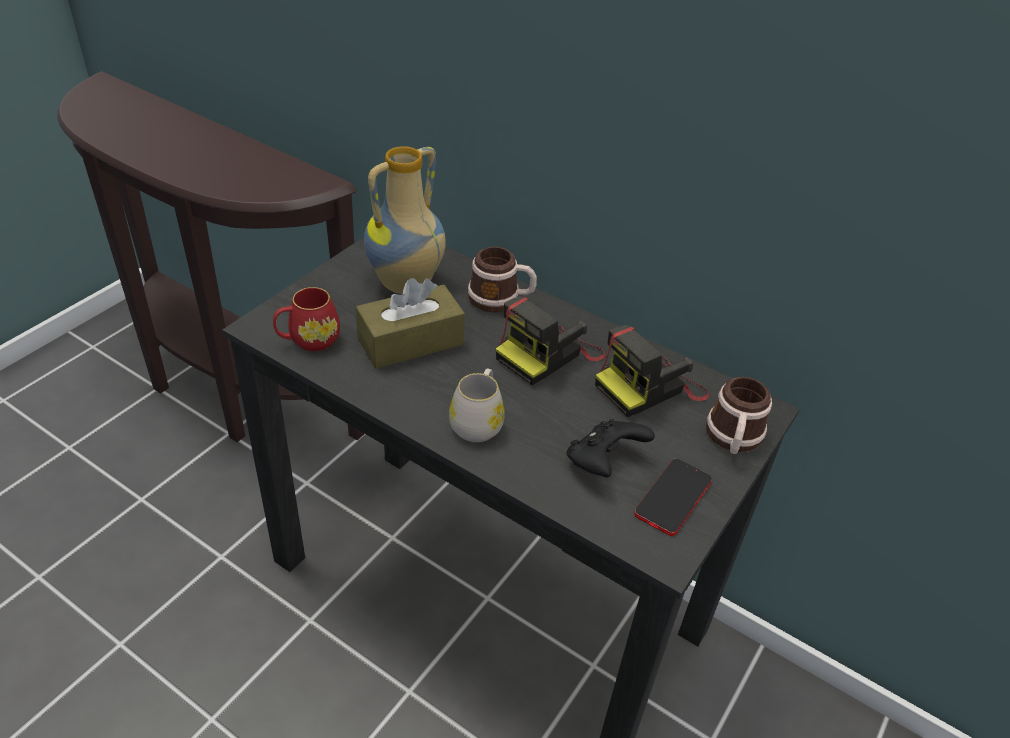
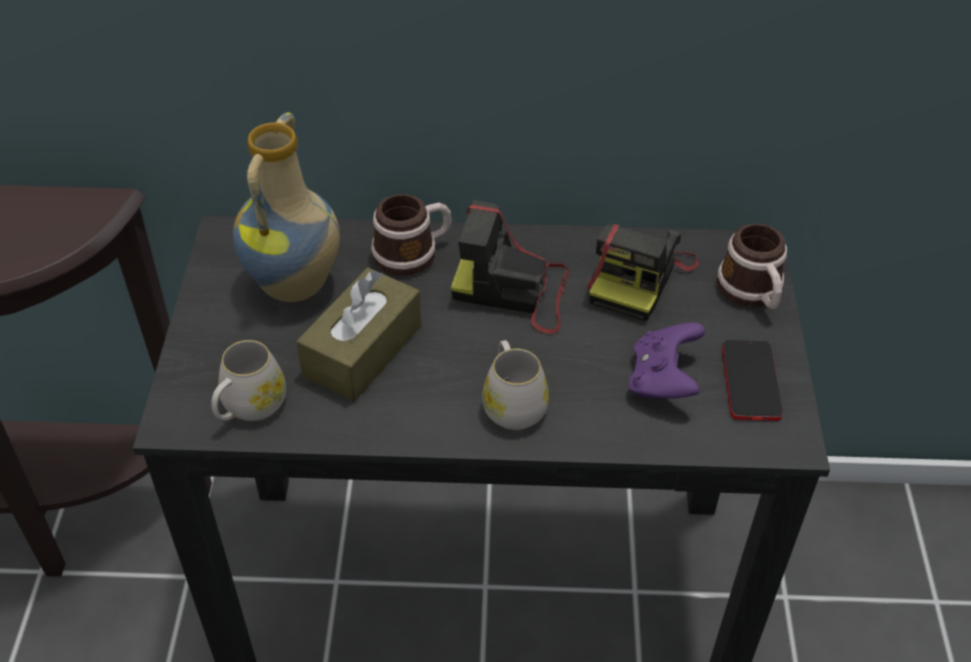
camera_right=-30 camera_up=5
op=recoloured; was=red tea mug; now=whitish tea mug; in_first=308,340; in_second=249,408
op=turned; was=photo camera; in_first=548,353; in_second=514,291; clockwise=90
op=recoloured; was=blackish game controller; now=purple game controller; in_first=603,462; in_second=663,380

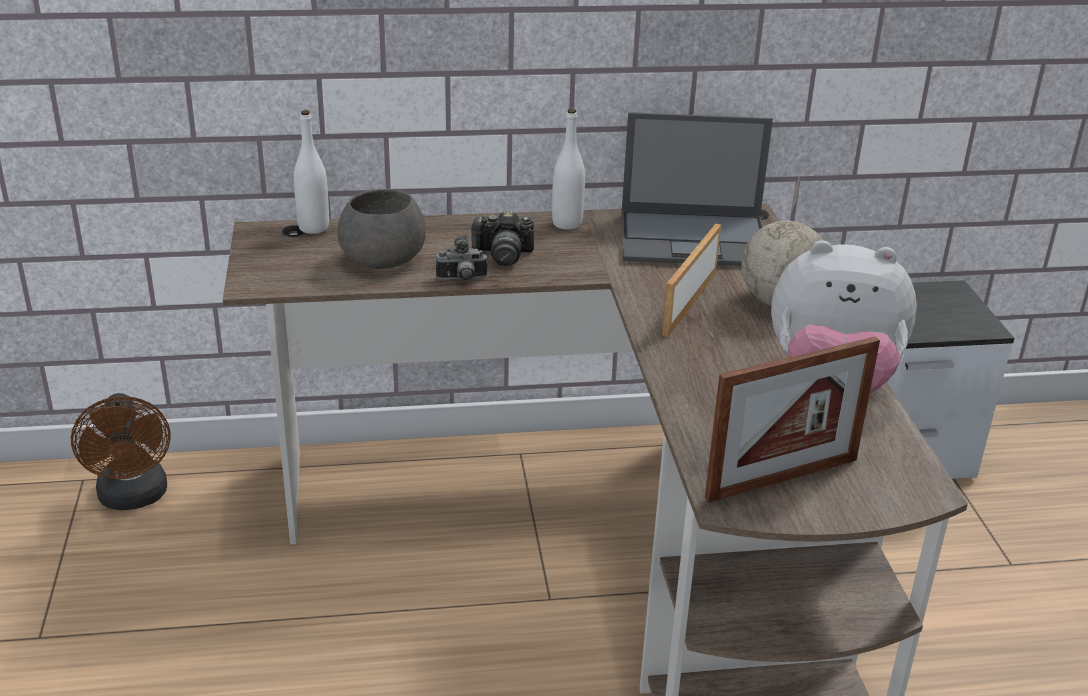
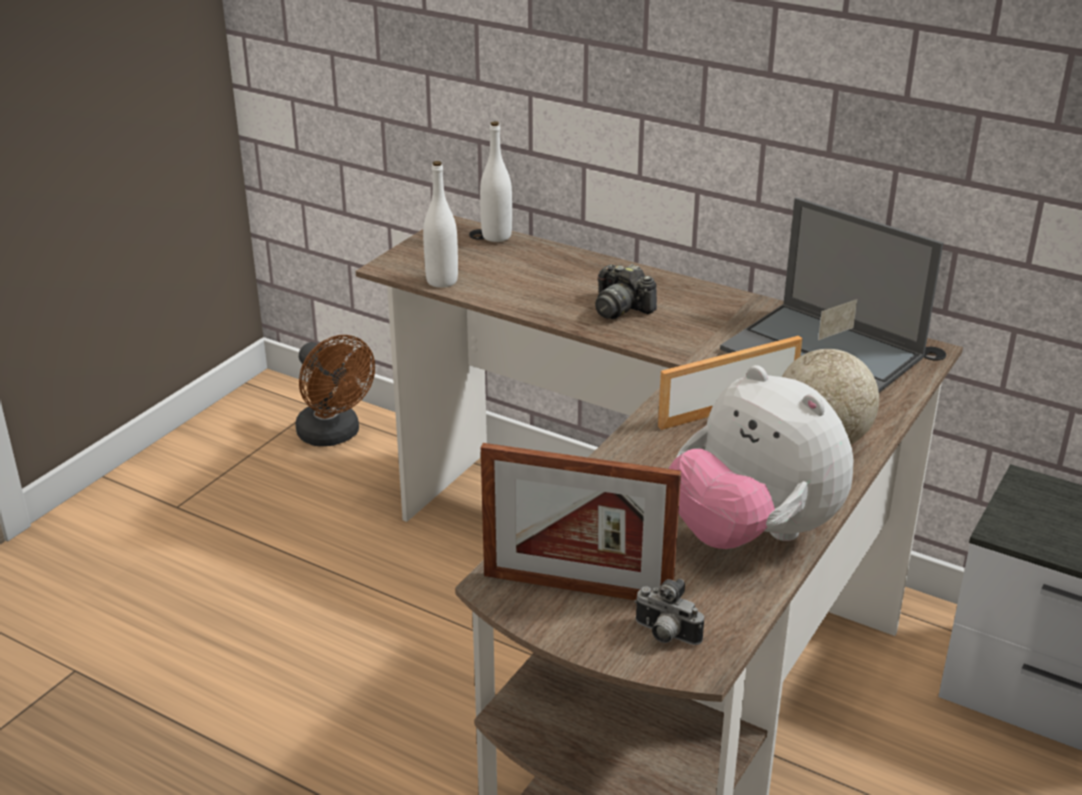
camera_right=40 camera_up=0
op=turned; was=brownish fan; in_first=134,498; in_second=334,435; clockwise=-60
op=removed; was=grey bowl; in_first=384,258
op=moved; was=photo camera; in_first=462,279; in_second=665,635
op=moved; was=whitish drink bottle; in_first=567,223; in_second=442,281

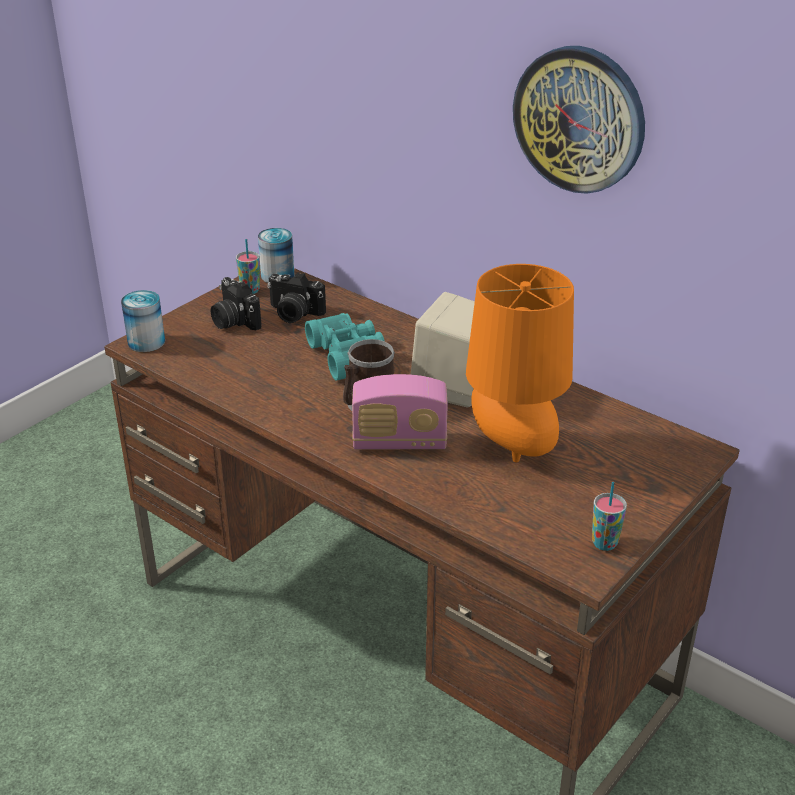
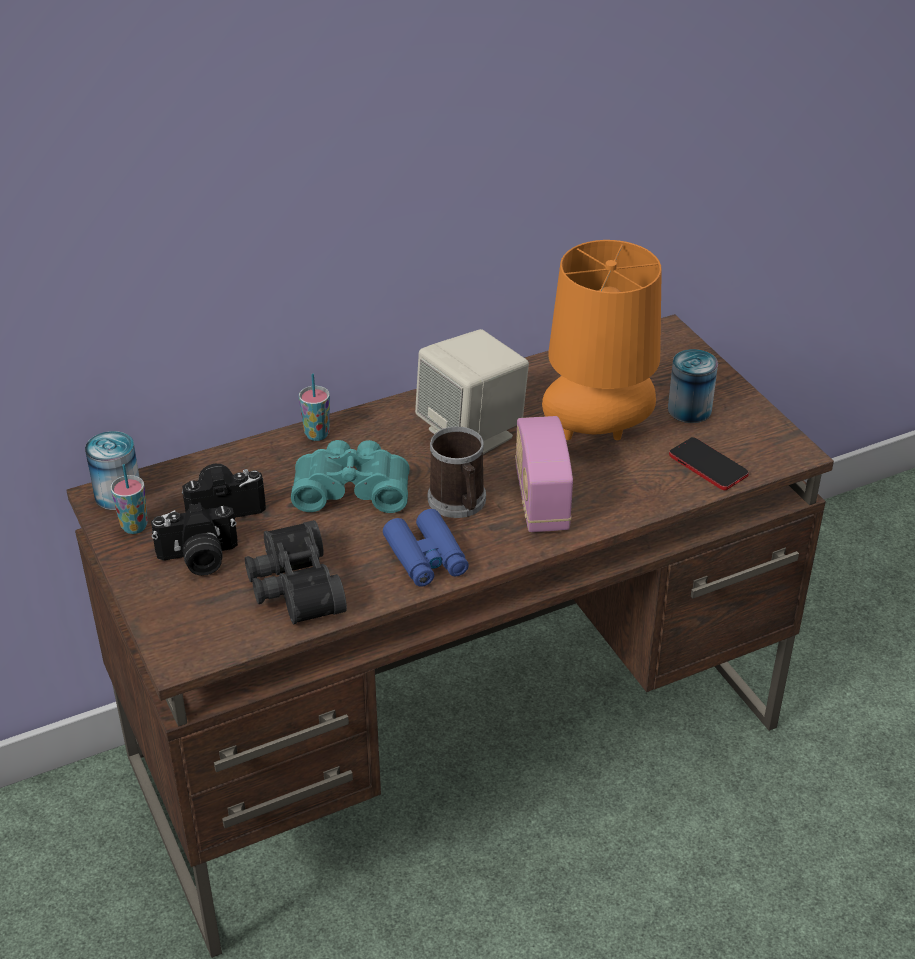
camera_right=-65 camera_up=5
op=moved; was=can; in_first=146,342; in_second=689,409
op=turned; was=photo camera; in_first=294,314; in_second=224,505; clockwise=-150
op=turned; was=radio; in_first=399,442; in_second=541,501; clockwise=150
op=removed; was=hanging clock; in_first=579,119
op=moved; was=drinking cup; in_first=604,543; in_second=317,434
op=added; now=blackish field glasses; in_second=292,587
op=added; now=blue-coloured field glasses; in_second=426,557
op=added; now=telephone; in_second=708,465

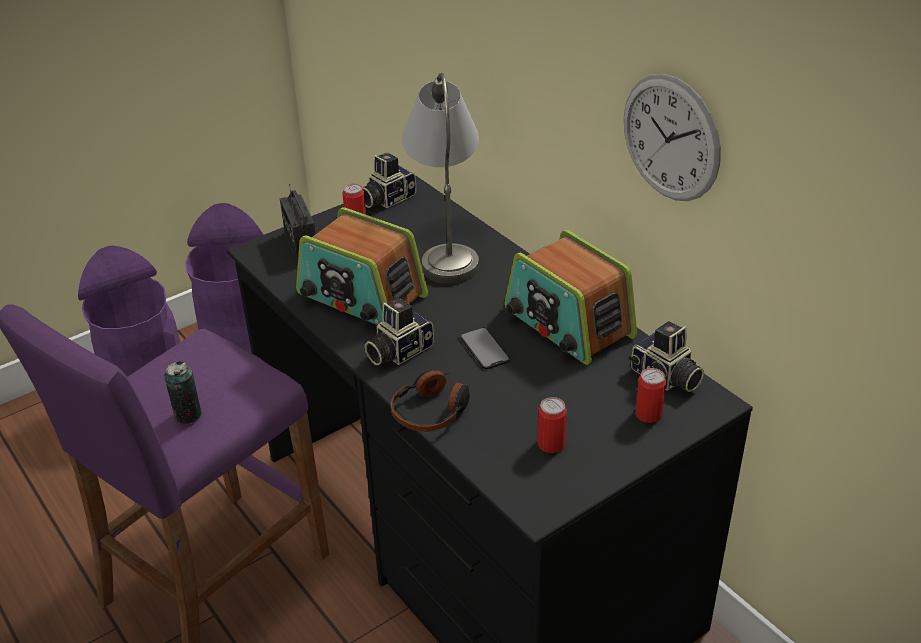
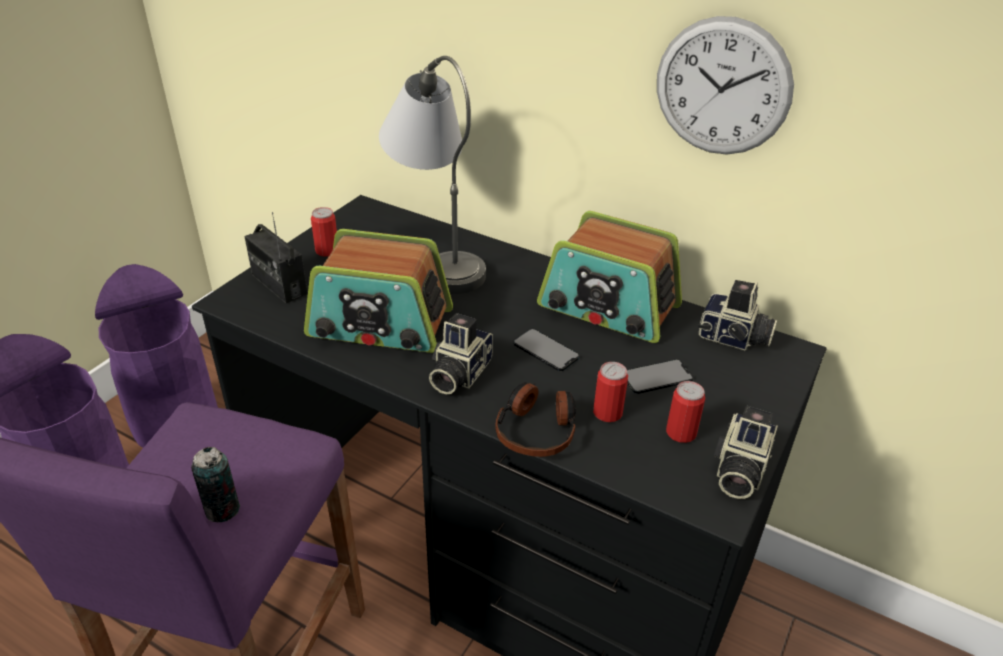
camera_right=-25 camera_up=0
op=moved; was=photo camera; in_first=386,199; in_second=738,470
op=moved; was=can; in_first=648,414; in_second=607,413
op=added; now=telephone; in_second=657,377

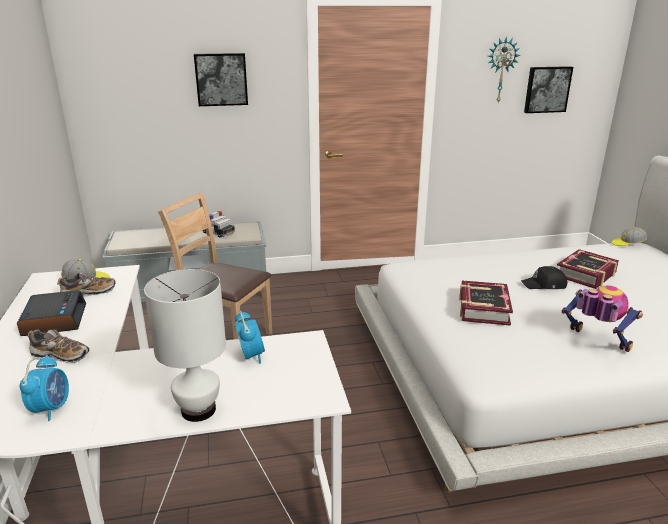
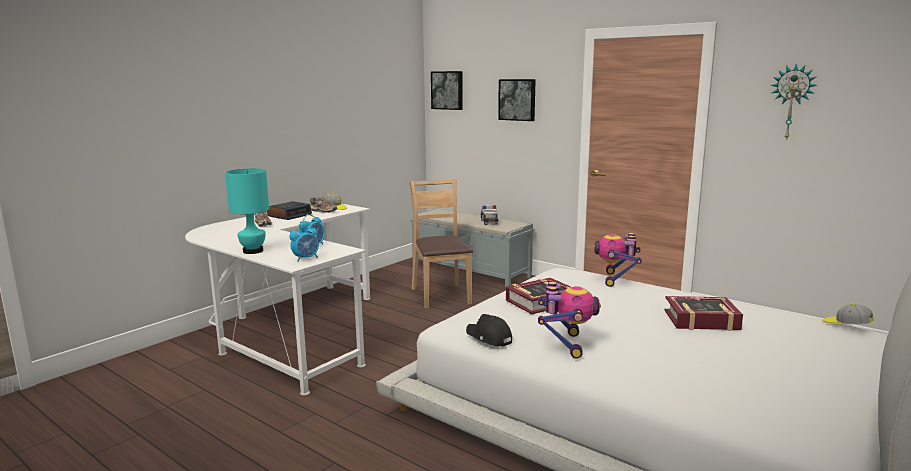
camera_right=50 camera_up=-10
op=moved; was=bedside clock; in_first=51,408; in_second=306,258
op=recoloured; was=whitish table lamp; now=turquoise-coloured table lamp; in_first=199,410; in_second=253,251
op=moved; was=blackish peaked cap; in_first=544,285; in_second=488,337
op=moved; was=picture; in_first=546,89; in_second=447,90
op=added; now=robot figure; in_second=616,280

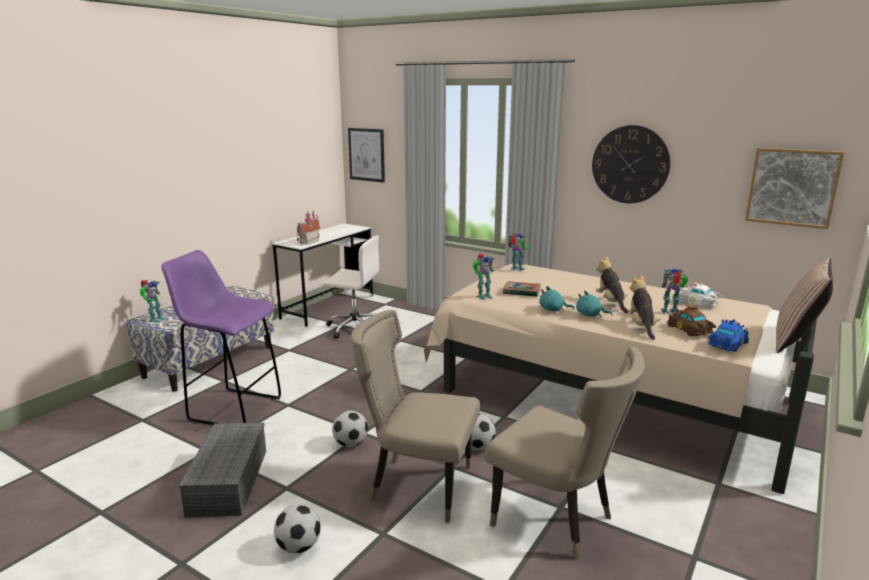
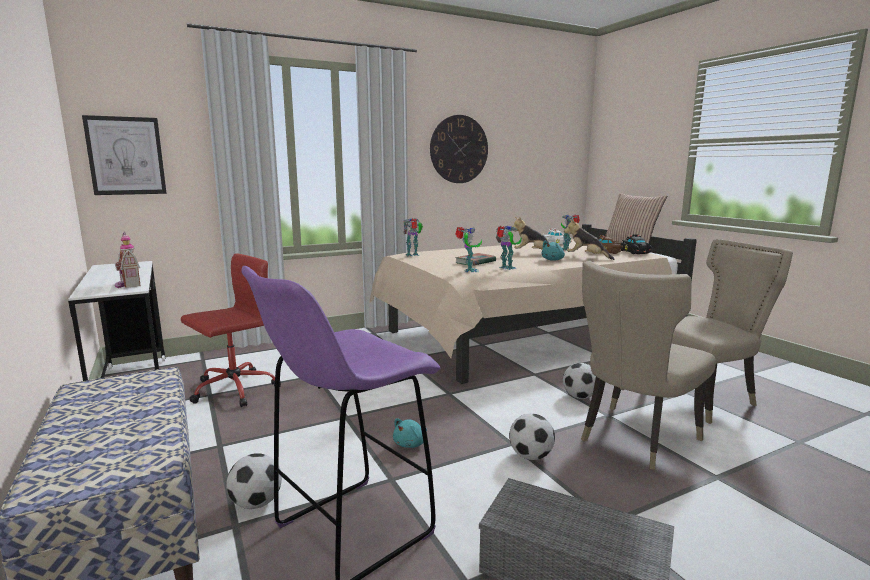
camera_right=-60 camera_up=-5
op=moved; was=robot figure; in_first=155,319; in_second=507,268
op=moved; was=football ball; in_first=298,546; in_second=256,503
op=recoloured; was=whitish computer chair; now=red computer chair; in_first=354,327; in_second=233,389
op=moved; was=turquoise-coloured soft toy; in_first=553,310; in_second=411,444
op=recoloured; was=blue-coloured toy car; now=blackish toy car; in_first=726,344; in_second=634,252
op=removed; was=picture; in_first=792,187

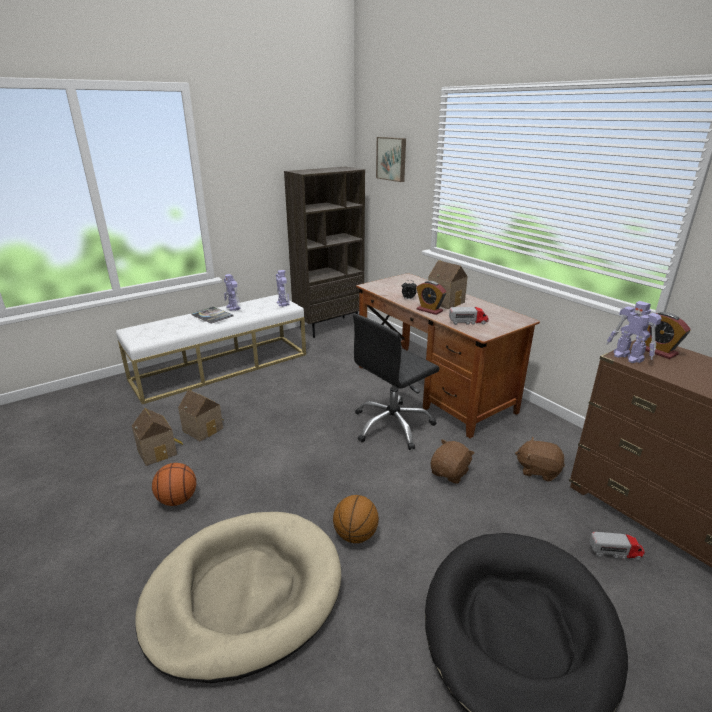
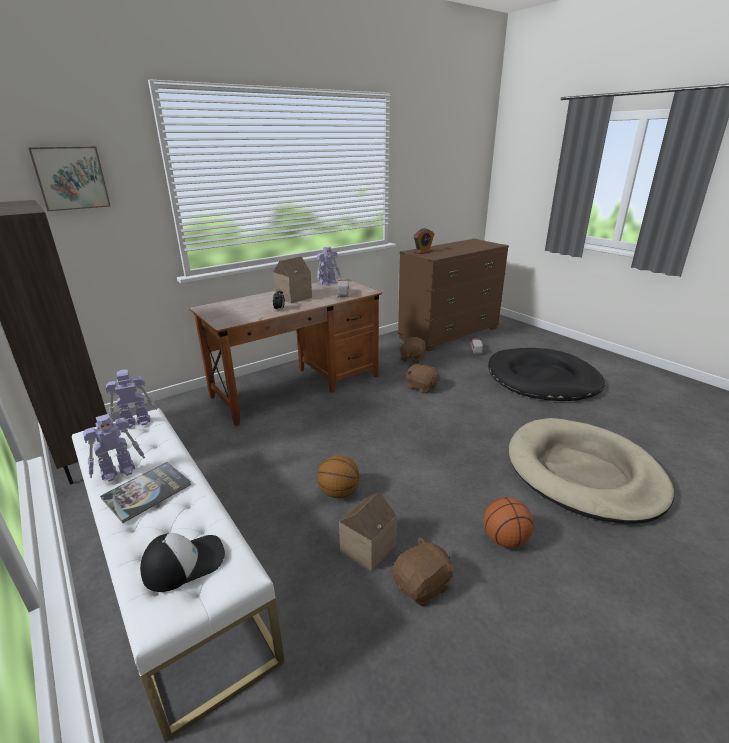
camera_right=-90 camera_up=0
op=replaced; was=model house; now=brownish soft toy; in_first=159,451; in_second=422,586
op=moved; was=ball for basketball; in_first=356,535; in_second=339,492
op=removed; was=blackish computer chair; in_first=392,425
op=removed; was=bedside clock; in_first=429,310
op=moved; was=robot figure; in_first=628,357; in_second=328,283
op=added; now=peaked cap; in_second=184,562

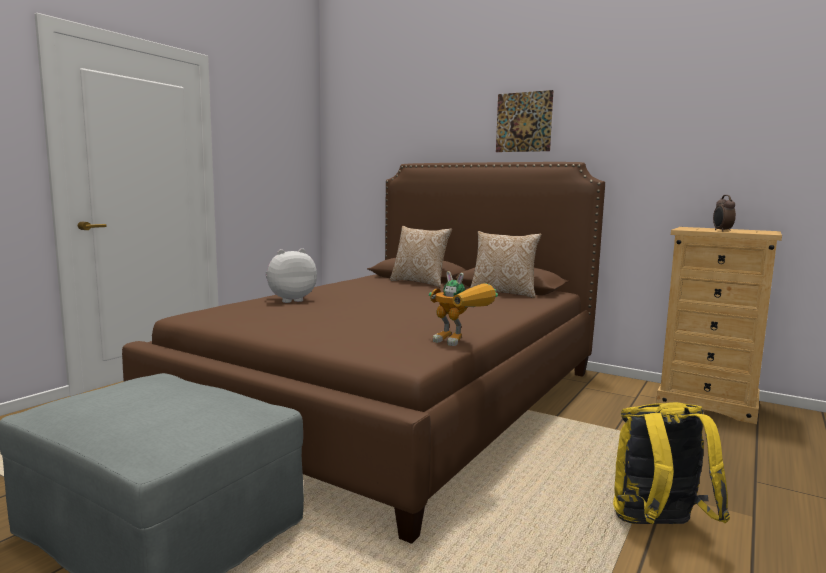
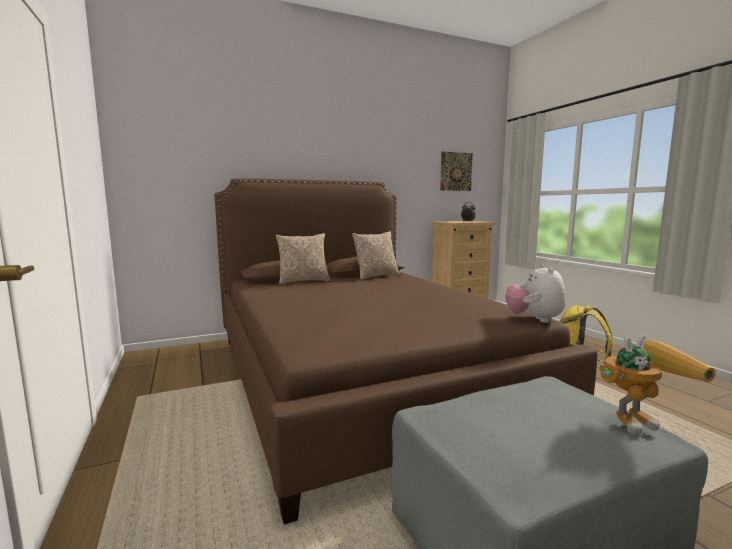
camera_right=-55 camera_up=0
op=moved; was=soft toy; in_first=290,300; in_second=534,319
op=moved; was=robot figure; in_first=461,343; in_second=640,419
op=moved; was=picture; in_first=523,122; in_second=456,171

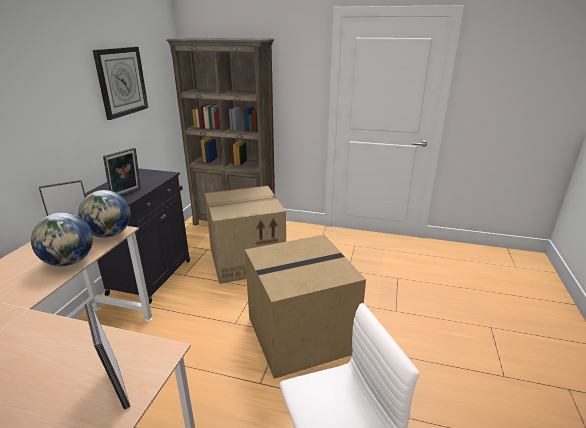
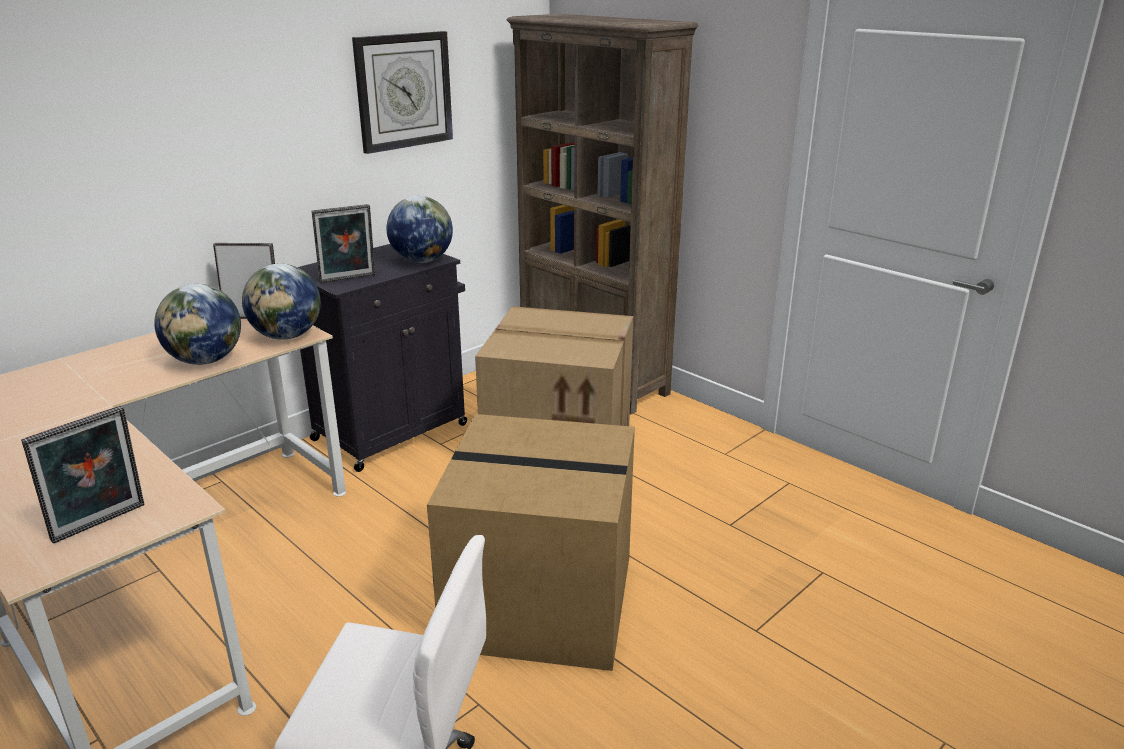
camera_right=30 camera_up=0
op=turned; was=picture frame; in_first=116,386; in_second=101,524; clockwise=-135
op=added; now=globe; in_second=422,261

